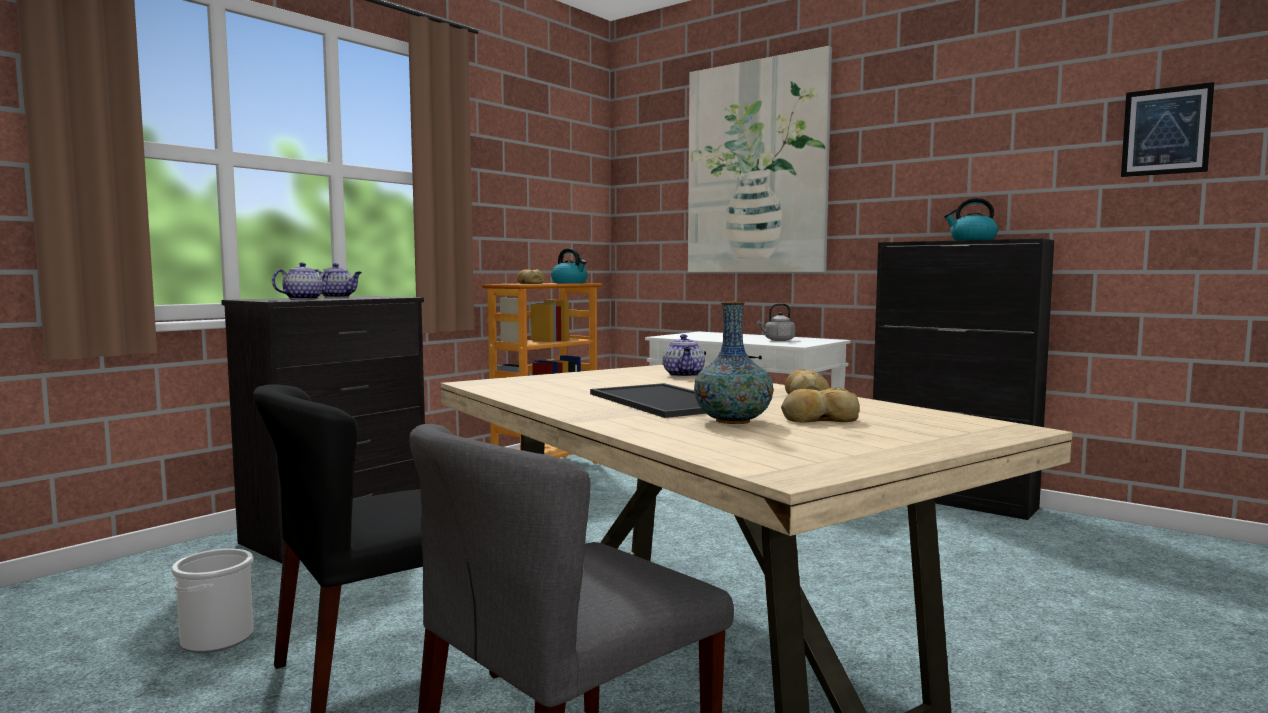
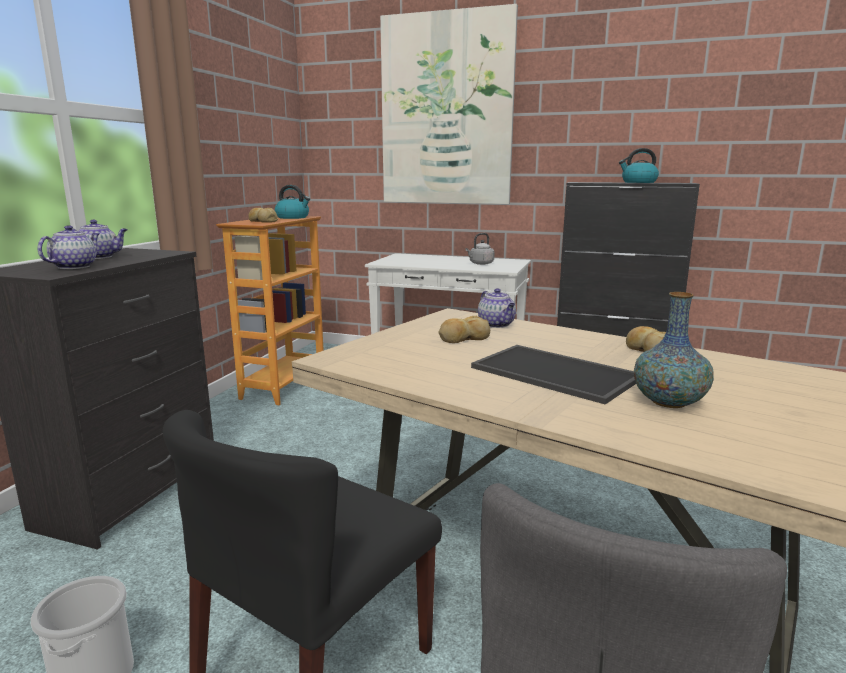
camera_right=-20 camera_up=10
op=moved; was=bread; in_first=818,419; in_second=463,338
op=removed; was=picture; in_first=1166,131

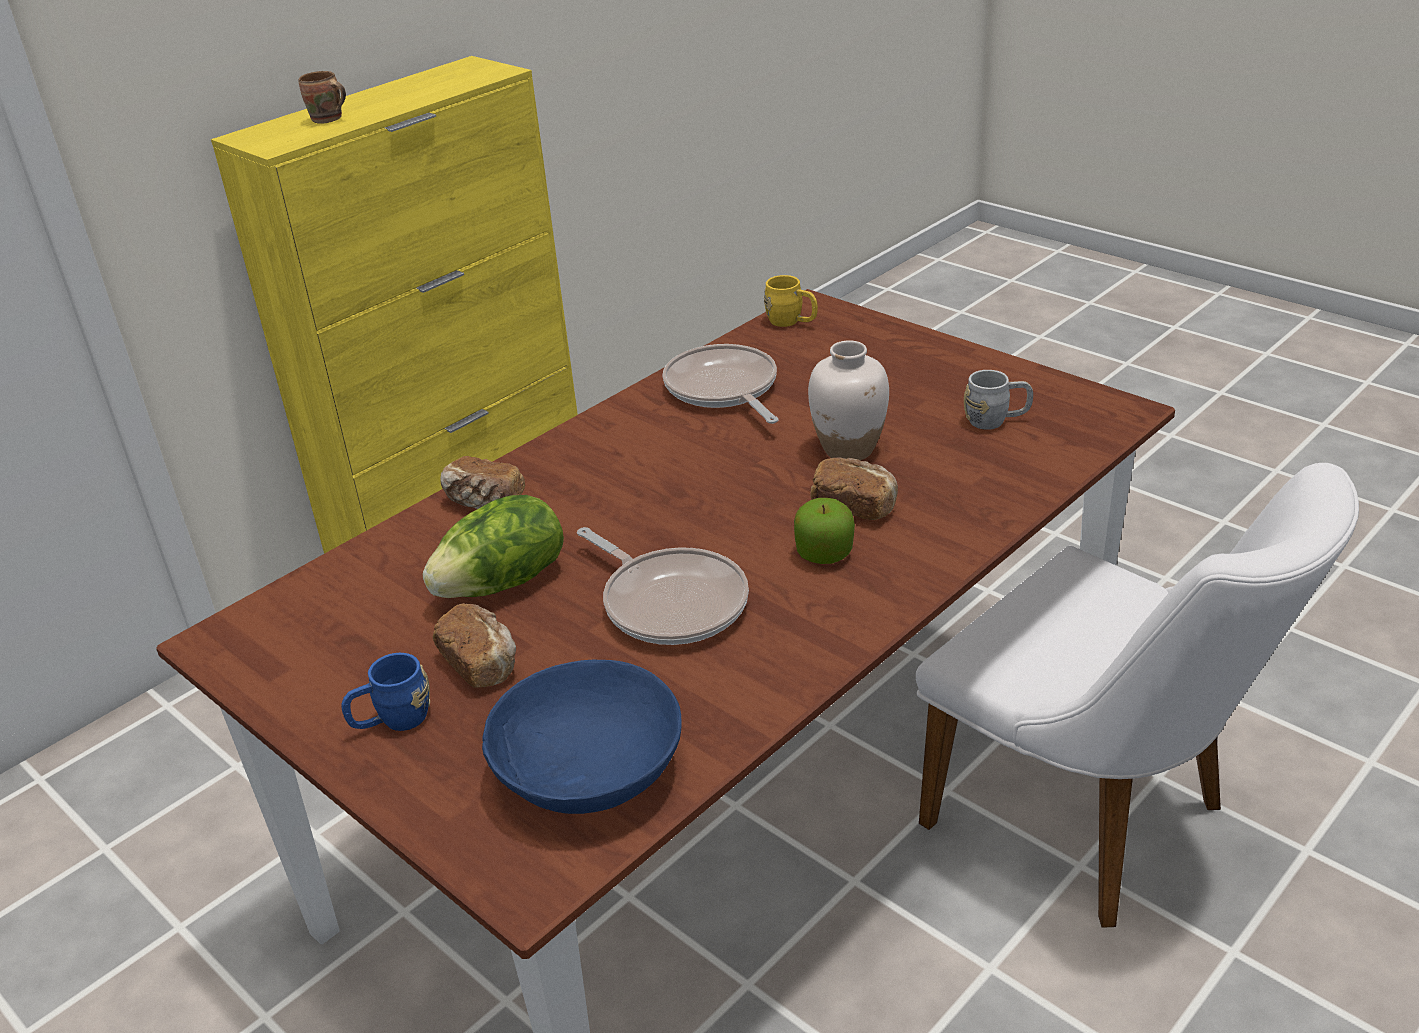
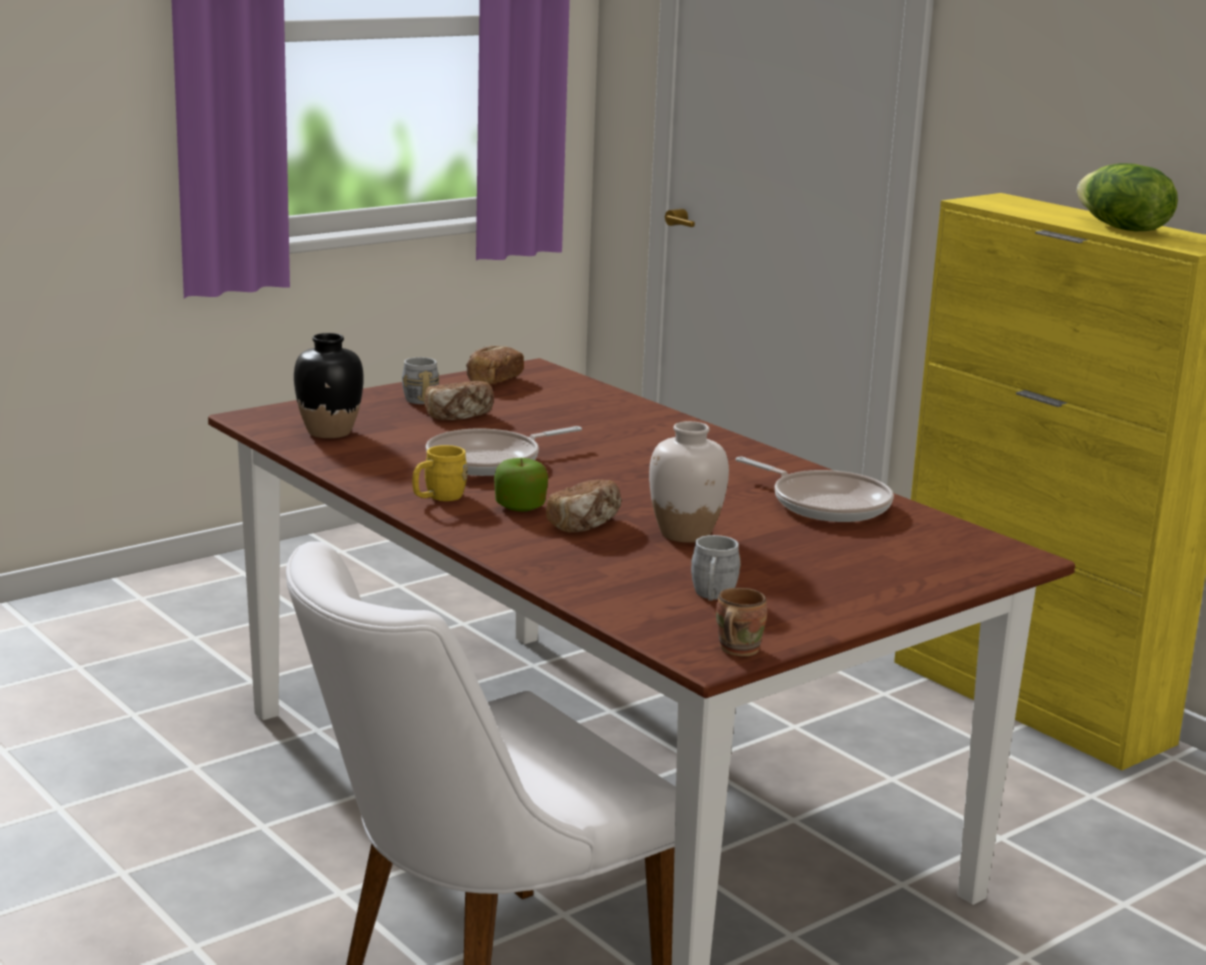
camera_right=95 camera_up=-15
op=moved; was=brownish tea mug; in_first=327,120; in_second=735,649
op=recoloured; was=blue-coloured tea mug; now=grey tea mug; in_first=392,721; in_second=417,397
op=moved; was=lettuce; in_first=504,583; in_second=1121,229
op=moved; was=bread; in_first=484,502; in_second=493,380
op=replaced; was=blue-coloured bowl; now=blackish vase; in_first=589,772; in_second=329,432
op=turned; was=pan; in_first=723,389; in_second=825,504; clockwise=60
op=moved; was=yellowish tea mug; in_first=791,322; in_second=438,498

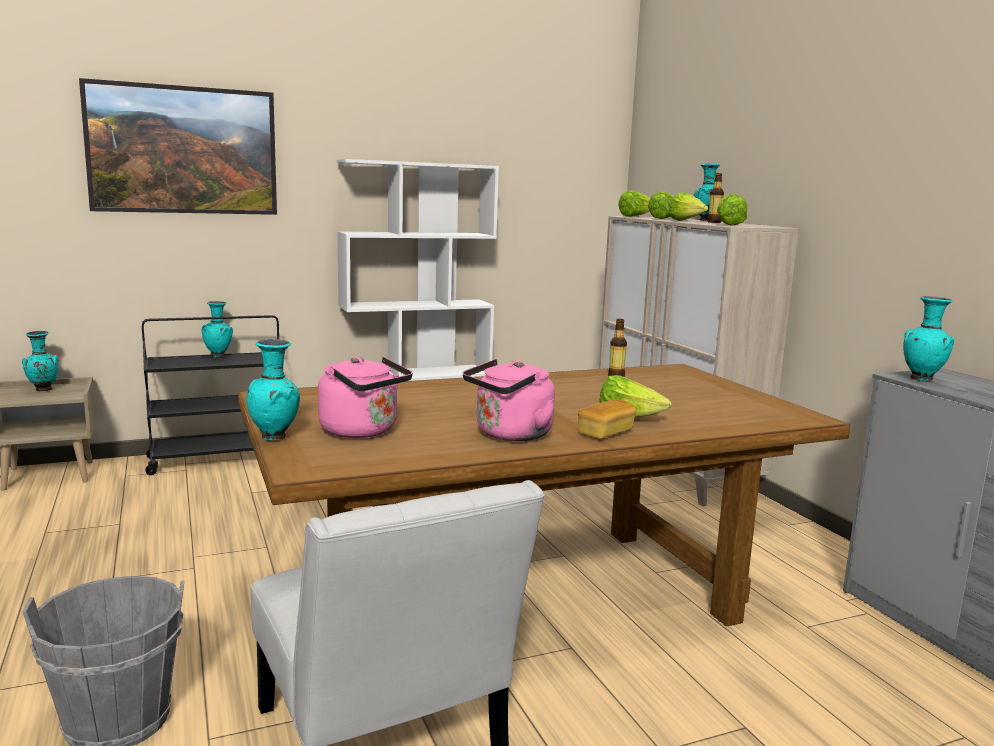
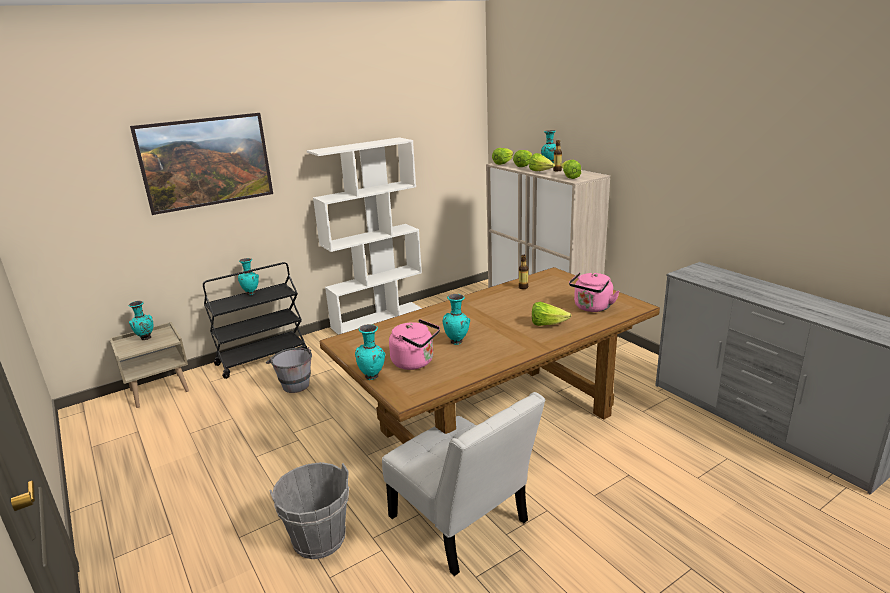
camera_right=-10 camera_up=10
op=moved; was=pink-coloured tea kettle; in_first=510,435; in_second=591,308
op=removed; was=bread; in_first=605,433
op=moved; was=turquoise-coloured vase; in_first=922,379; in_second=457,342
op=added; now=grey pail; in_second=294,383

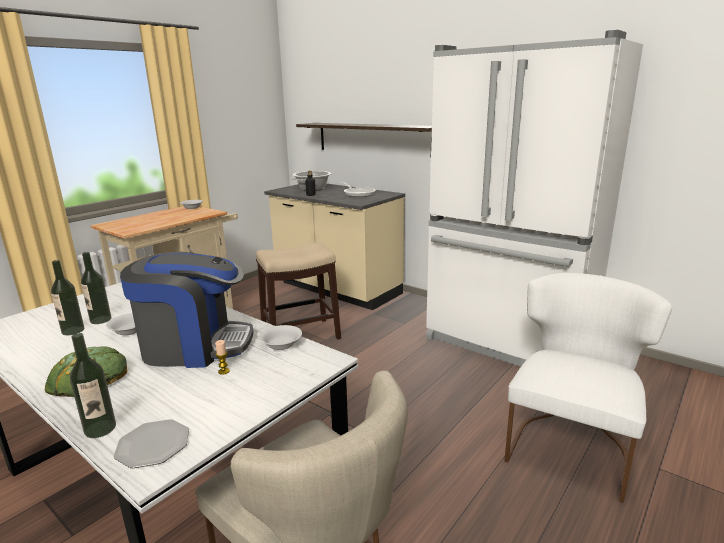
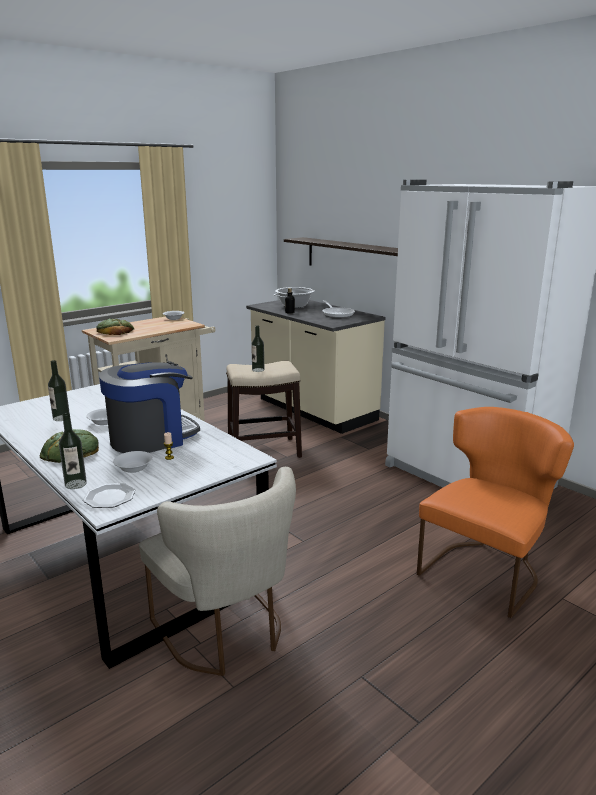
camera_right=10 camera_up=0
op=moved; was=drink bottle; in_first=100,320; in_second=258,370
op=turned; was=coffee maker; in_first=195,346; in_second=152,438; clockwise=-45
op=moved; was=whitish bowl; in_first=281,345; in_second=134,469
op=recoloured; was=whitish upright chair; now=orange upright chair; in_first=570,445; in_second=486,570
op=added; now=bread; in_second=115,331

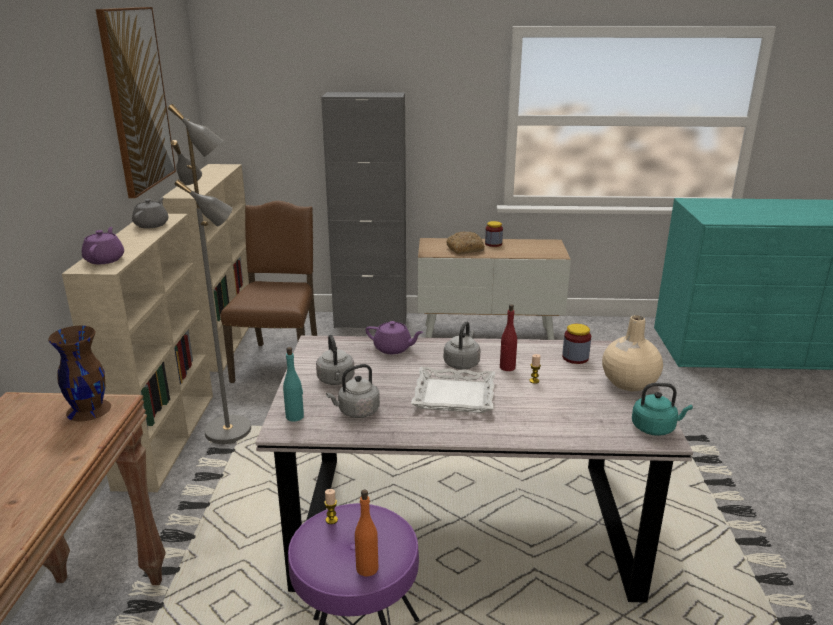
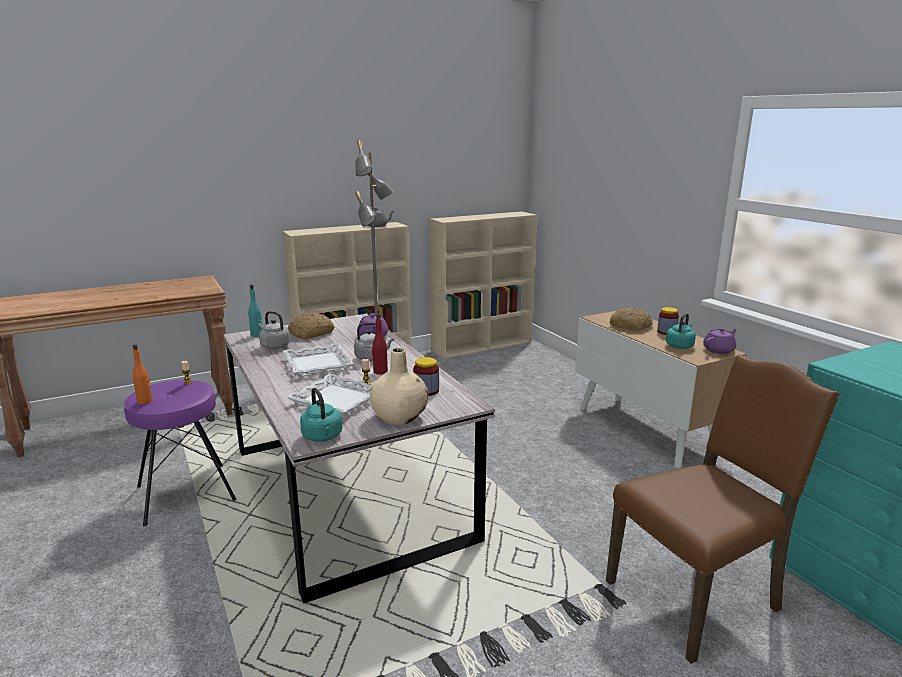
camera_right=60 camera_up=-5
op=removed; was=brownish vase; in_first=88,409
op=moved; was=purple pot for tea; in_first=105,259; in_second=719,350
op=removed; was=picture; in_first=137,100
op=moved; was=brownish upright chair; in_first=279,362; in_second=697,596
op=replaced; was=grey tea kettle; now=bread; in_first=336,380; in_second=311,333
op=removed; was=grey cupboard; in_first=370,322
op=added; now=whitish carrying tray; in_second=336,400
op=added; now=turquoise-coloured tea kettle; in_second=680,346

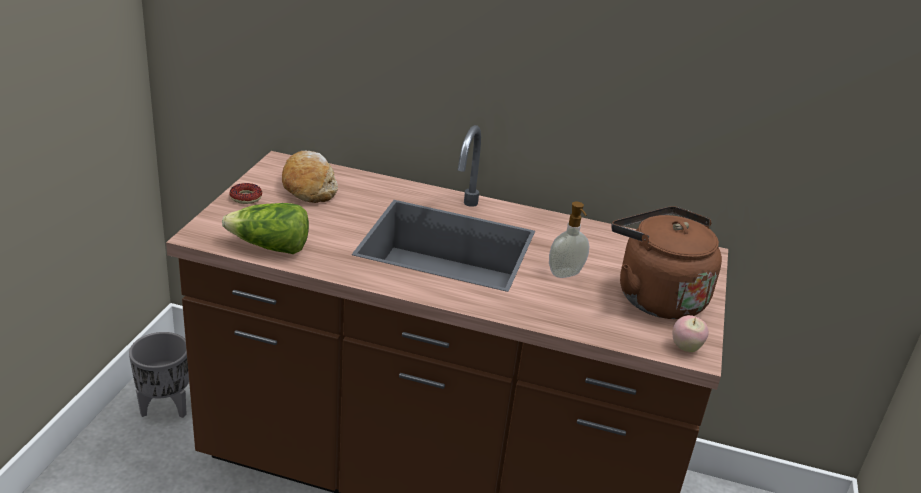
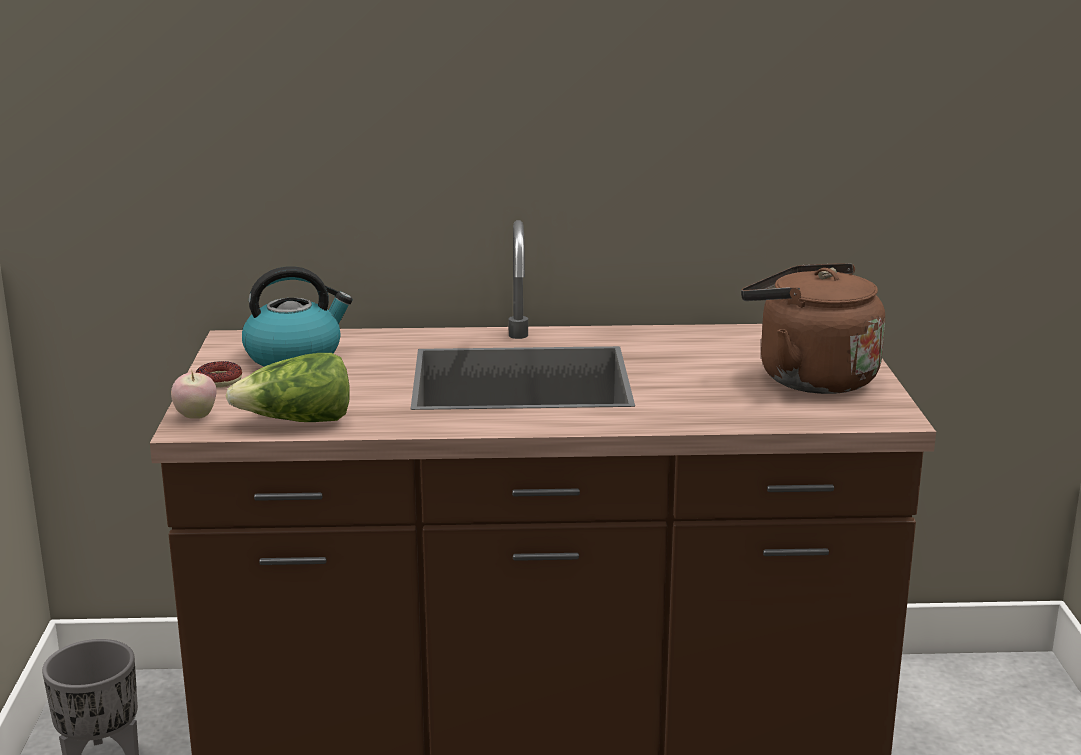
camera_right=-15 camera_up=-10
op=replaced; was=bread; now=tea kettle; in_first=309,186; in_second=295,356
op=removed; was=liquid soap bottle; in_first=566,274
op=moved; was=whole apple; in_first=686,348; in_second=196,416

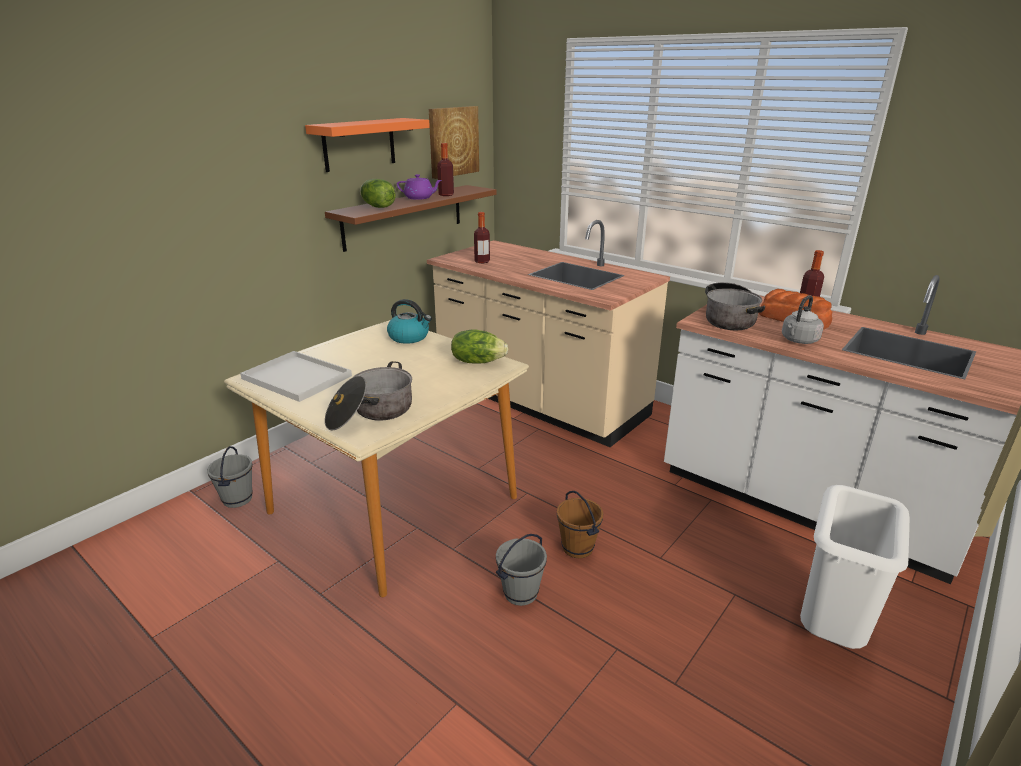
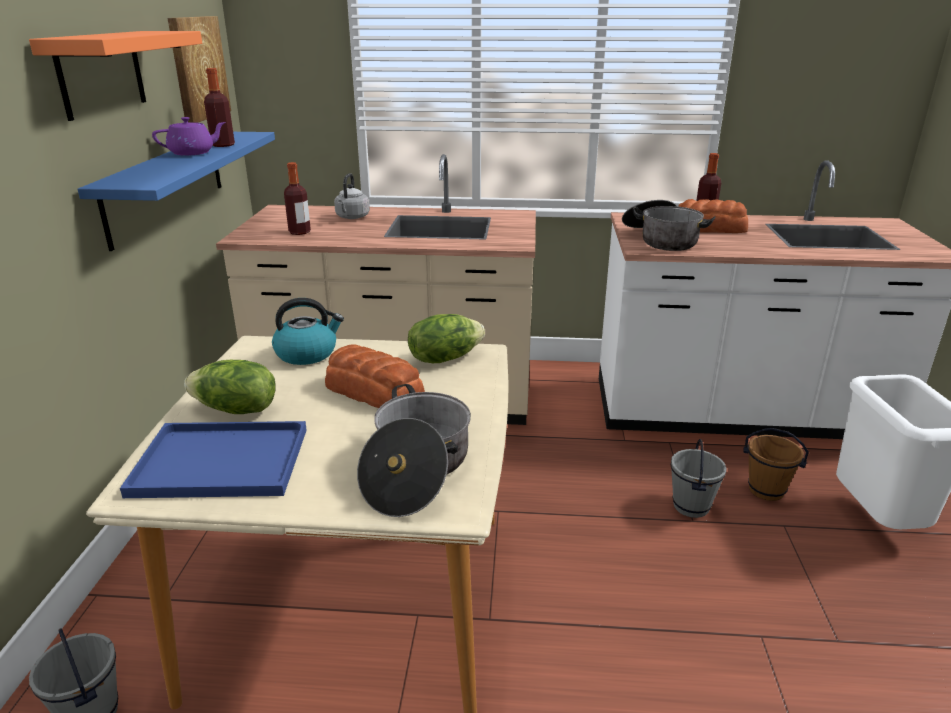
camera_right=-35 camera_up=0
op=recoloured; was=whitish carrying tray; now=blue-coloured carrying tray; in_first=299,377; in_second=225,460
op=recoloured; was=brownish wall shelf; now=blue-coloured wall shelf; in_first=404,216; in_second=166,185
op=moved; was=lettuce; in_first=377,207; in_second=236,410
op=moved; was=grey pail; in_first=520,593; in_second=690,506
op=moved; was=brownish pail; in_first=578,548; in_second=766,490
op=moved; was=grey tea kettle; in_first=798,341; in_second=352,217
op=added; now=bread; in_second=373,391

